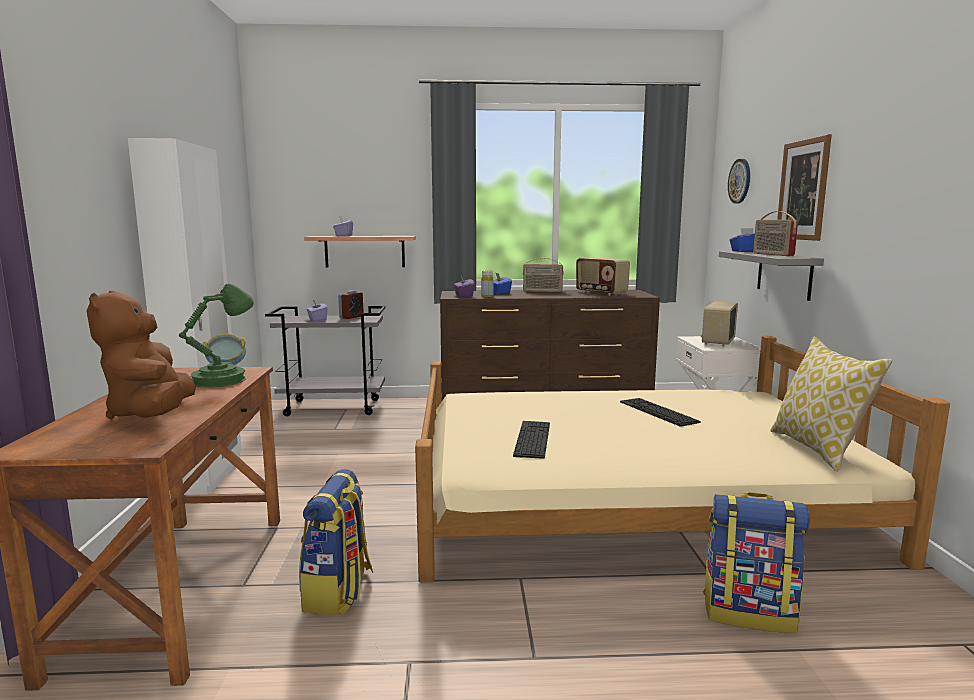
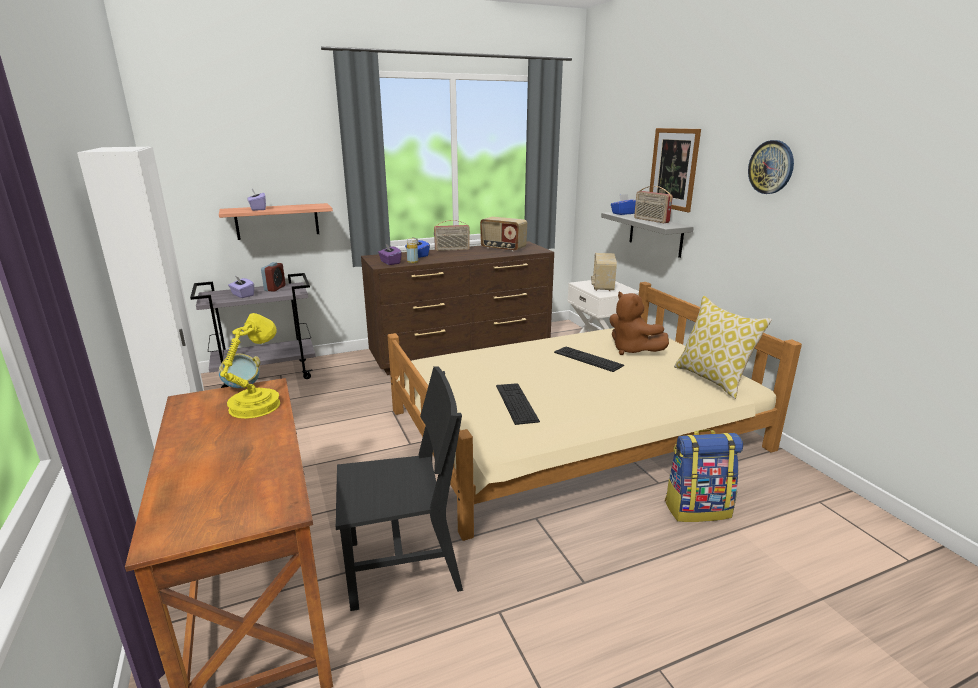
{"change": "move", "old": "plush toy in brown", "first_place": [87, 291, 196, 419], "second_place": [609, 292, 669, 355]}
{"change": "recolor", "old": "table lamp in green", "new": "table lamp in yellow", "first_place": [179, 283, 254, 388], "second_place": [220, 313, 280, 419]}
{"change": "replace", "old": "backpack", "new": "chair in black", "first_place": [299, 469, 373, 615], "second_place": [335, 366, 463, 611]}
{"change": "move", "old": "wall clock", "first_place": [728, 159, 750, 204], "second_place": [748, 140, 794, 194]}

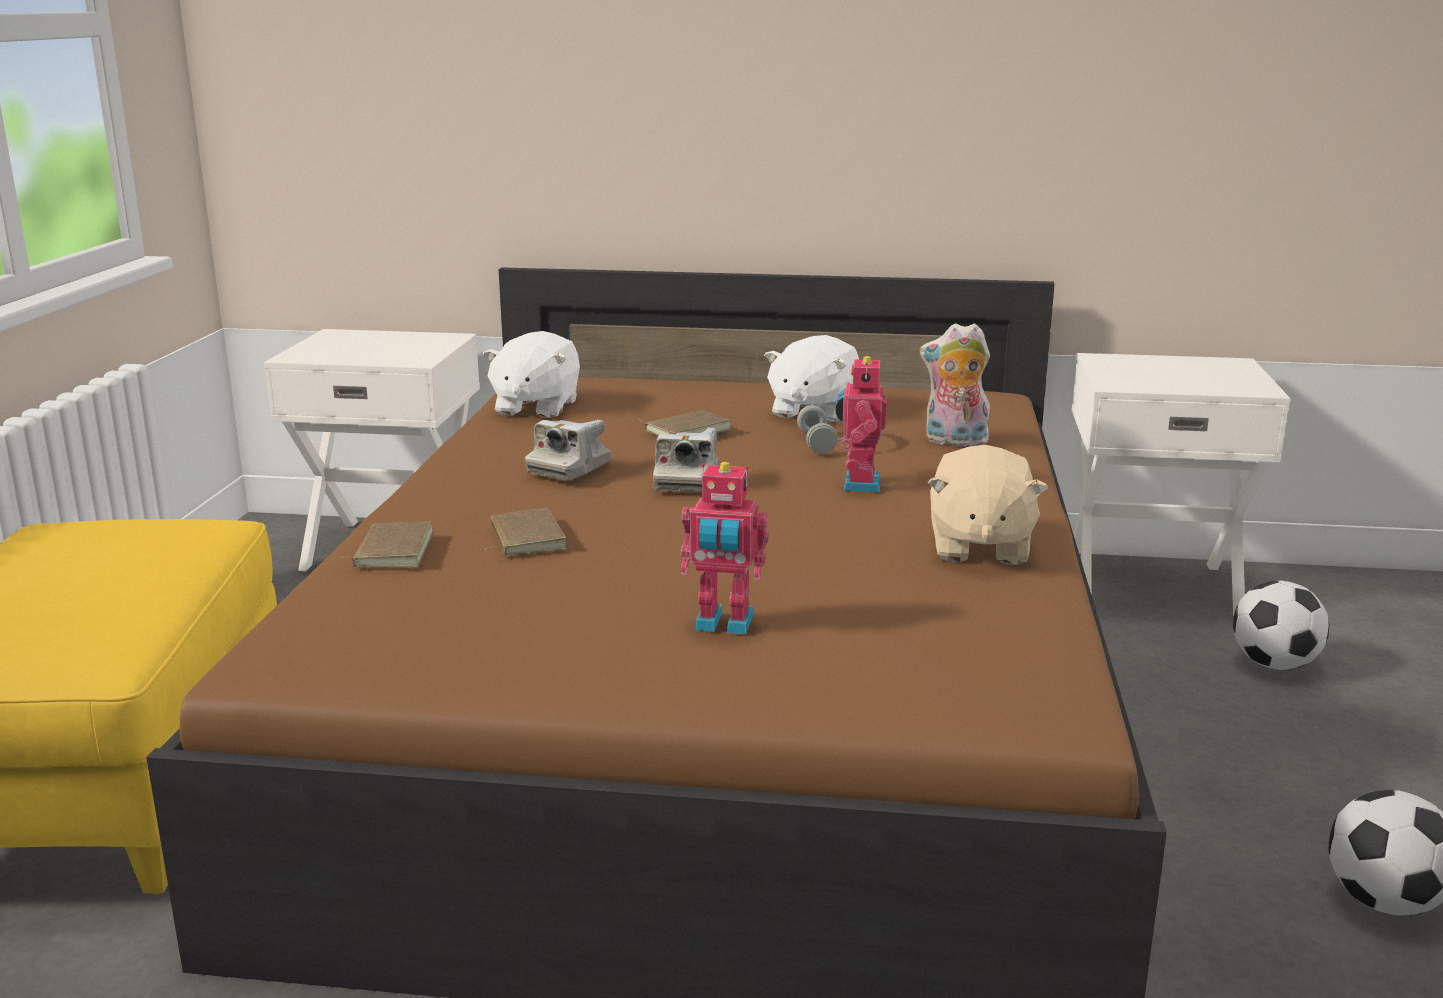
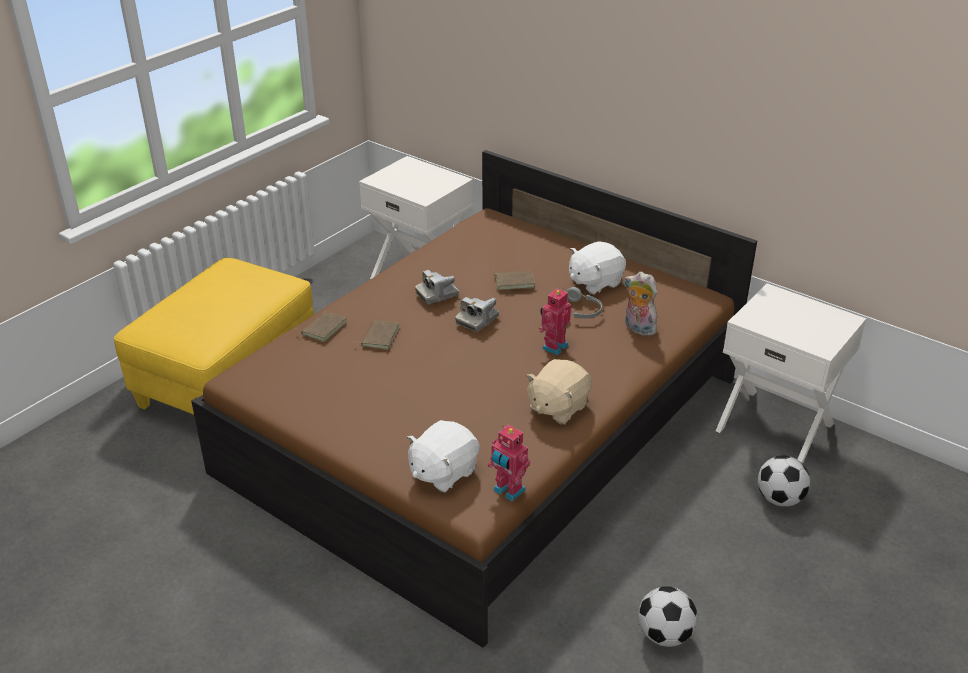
{"change": "move", "old": "plush toy in white", "first_place": [483, 331, 580, 418], "second_place": [407, 420, 480, 493]}
{"change": "move", "old": "toy robot", "first_place": [681, 462, 769, 635], "second_place": [488, 425, 530, 501]}

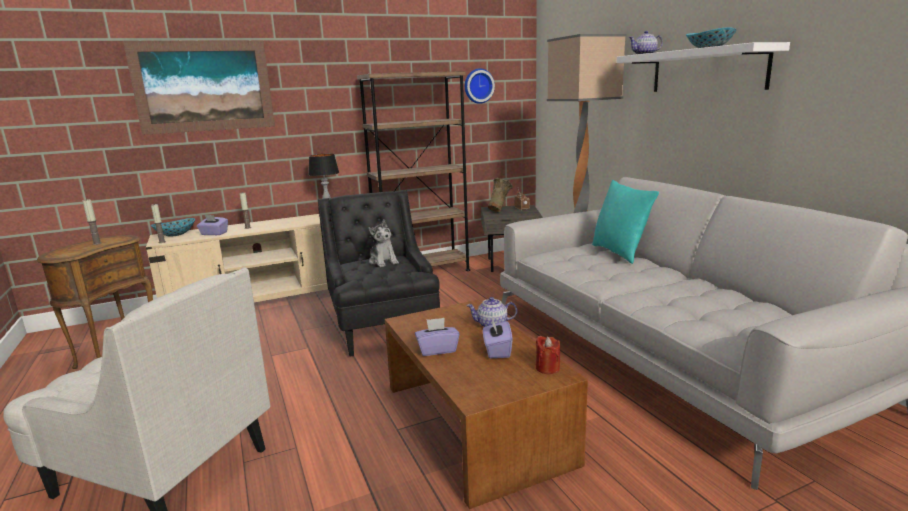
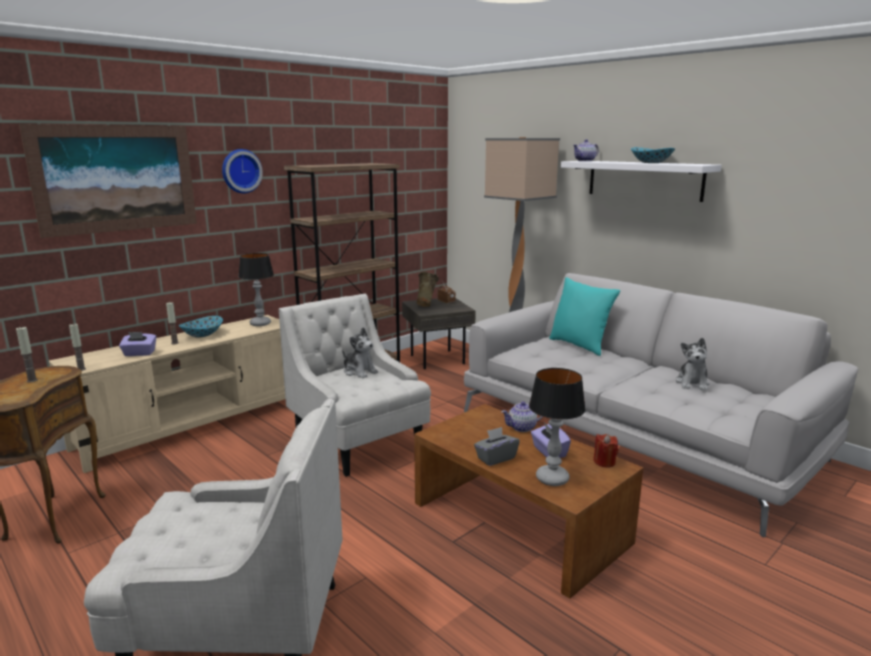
{"change": "move", "old": "bowl", "first_place": [151, 218, 195, 237], "second_place": [179, 316, 223, 337]}
{"change": "recolor", "old": "armchair in black", "new": "armchair in white", "first_place": [318, 191, 440, 357], "second_place": [279, 294, 431, 477]}
{"change": "recolor", "old": "tissue box in purple", "new": "tissue box in grey", "first_place": [415, 318, 460, 356], "second_place": [474, 427, 520, 466]}
{"change": "move", "old": "wall clock", "first_place": [465, 68, 495, 104], "second_place": [222, 149, 263, 193]}
{"change": "insert", "new": "table lamp", "second_place": [529, 368, 586, 486]}
{"change": "insert", "new": "plush toy", "second_place": [676, 338, 709, 391]}

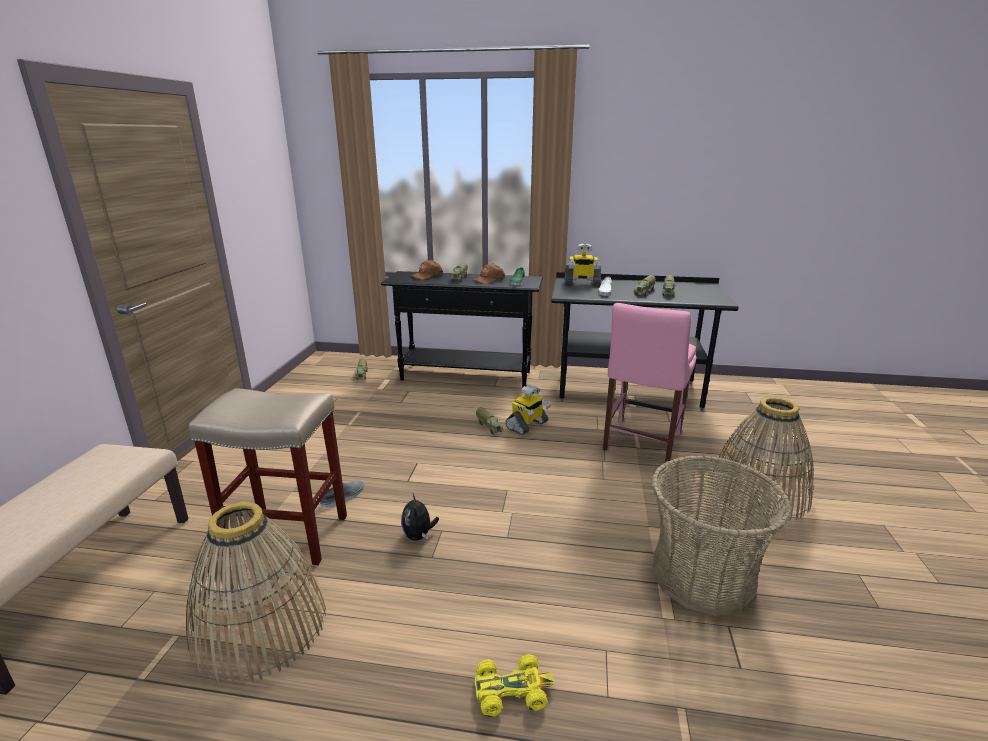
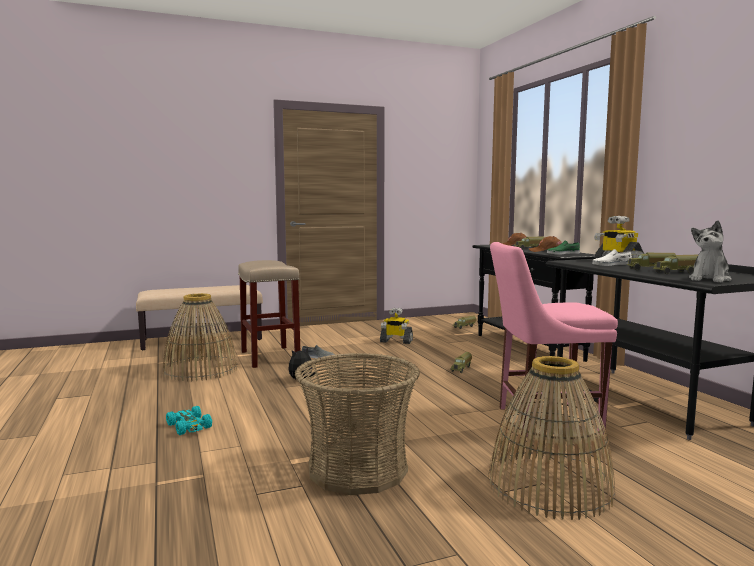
{"change": "recolor", "old": "toy car in yellow", "new": "toy car in turquoise", "first_place": [475, 654, 554, 717], "second_place": [166, 406, 212, 435]}
{"change": "move", "old": "toy robot", "first_place": [505, 385, 551, 435], "second_place": [380, 308, 413, 344]}
{"change": "insert", "new": "plush toy", "second_place": [689, 221, 732, 283]}

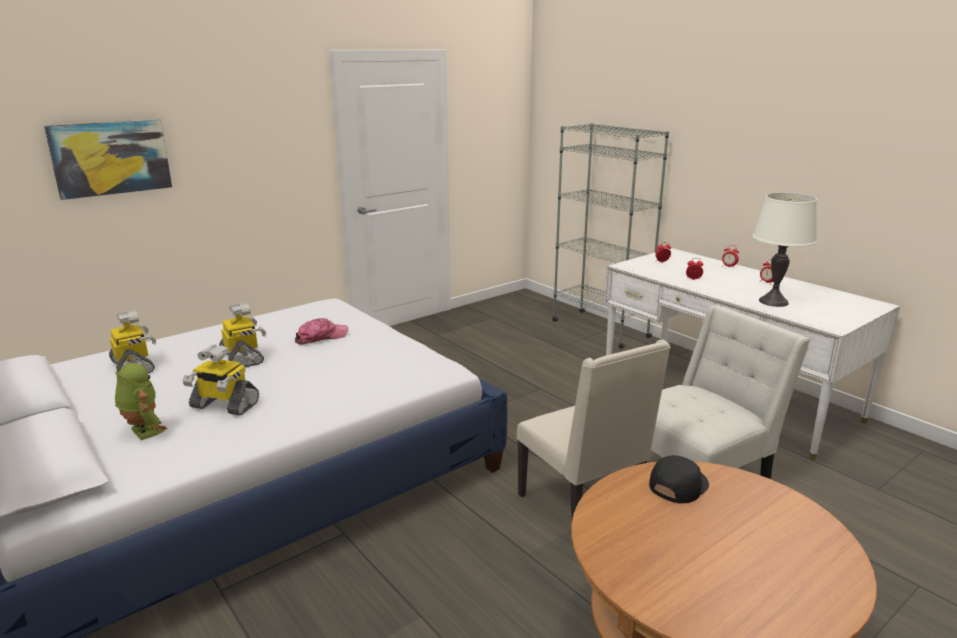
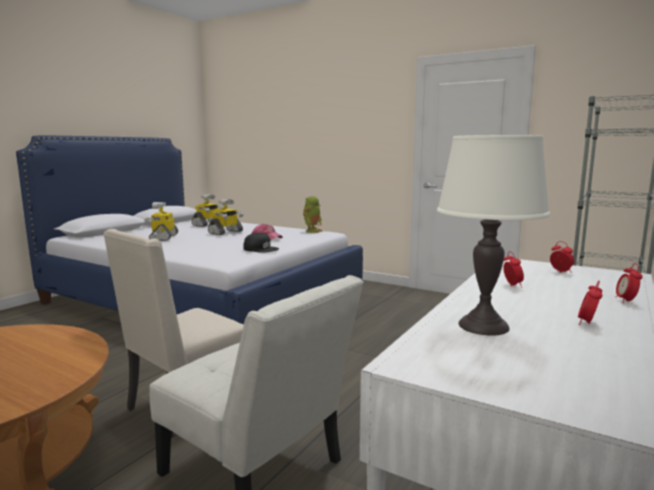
{"change": "delete", "old": "picture", "first_place": [44, 119, 172, 200]}
{"change": "move", "old": "toy robot", "first_place": [115, 363, 167, 440], "second_place": [303, 196, 323, 233]}
{"change": "move", "old": "cap in black", "first_place": [649, 455, 709, 503], "second_place": [243, 233, 279, 253]}

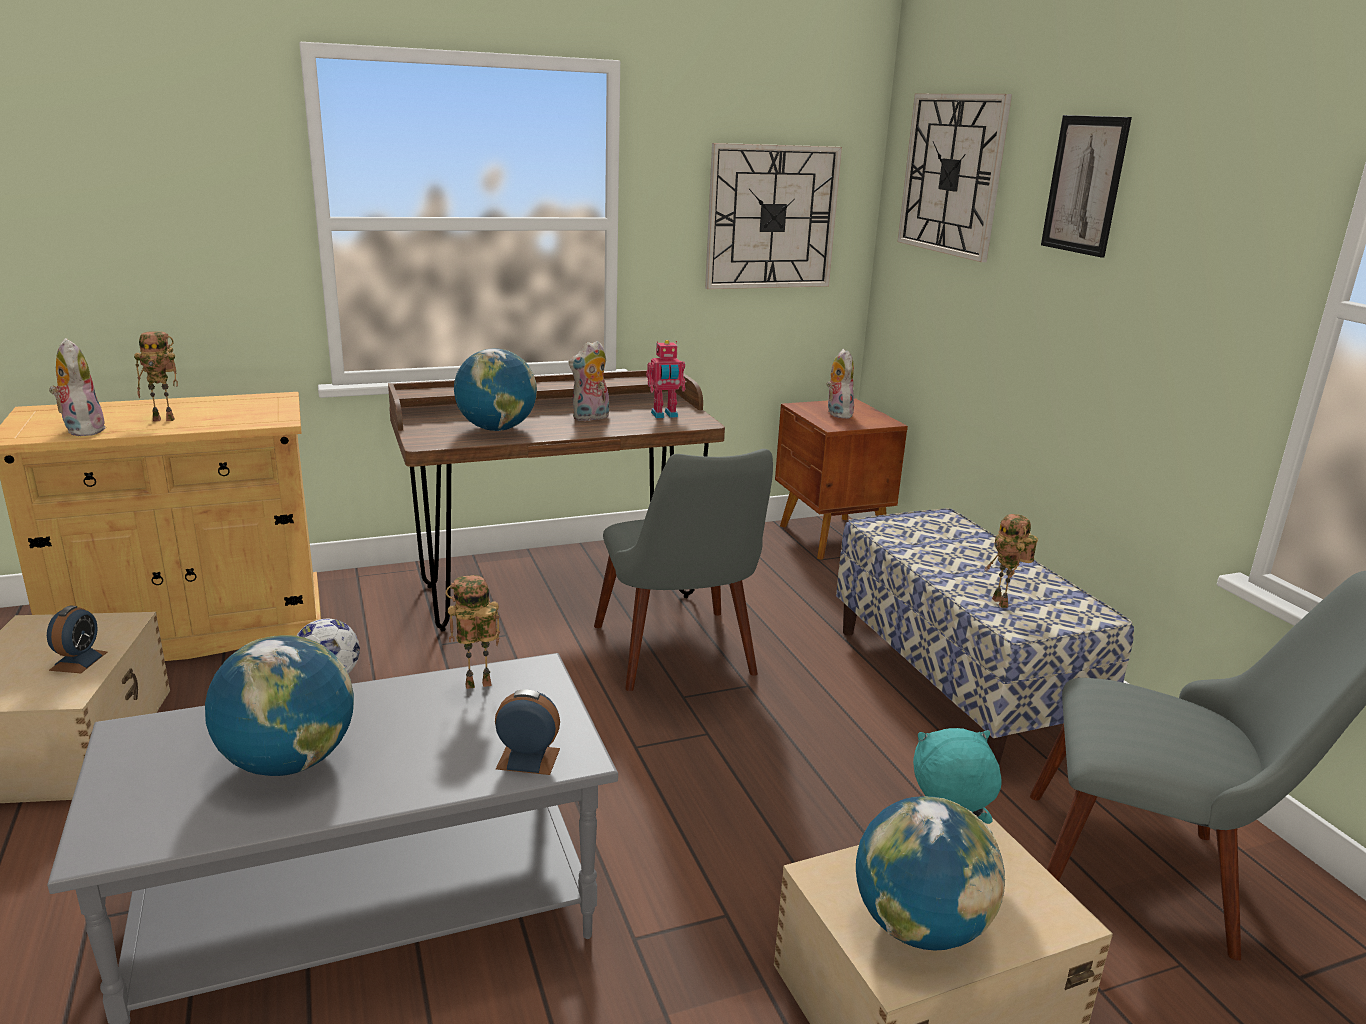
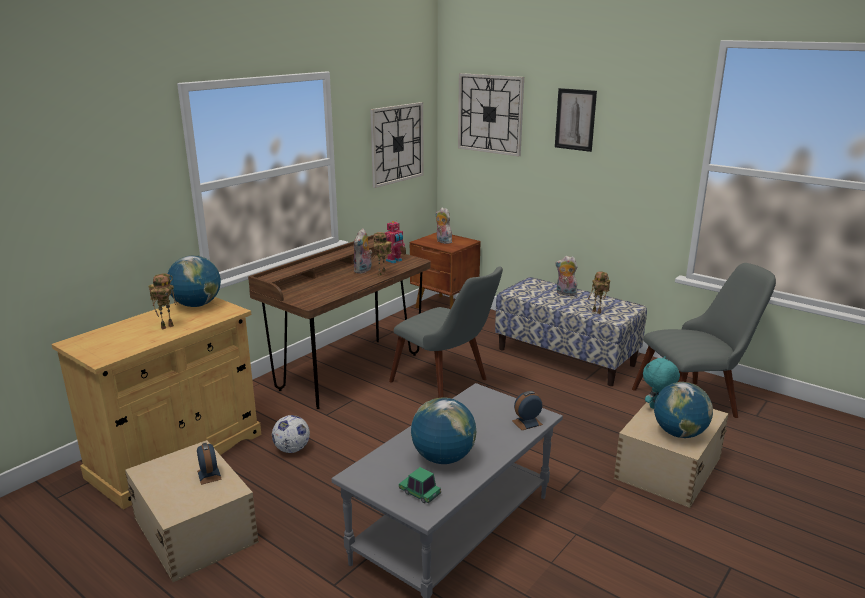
{"change": "move", "old": "plush toy", "first_place": [49, 338, 106, 436], "second_place": [555, 256, 578, 296]}
{"change": "move", "old": "toy robot", "first_place": [446, 575, 500, 689], "second_place": [372, 232, 392, 276]}
{"change": "move", "old": "globe", "first_place": [454, 348, 537, 431], "second_place": [167, 255, 221, 307]}
{"change": "insert", "new": "toy car", "second_place": [399, 467, 441, 503]}

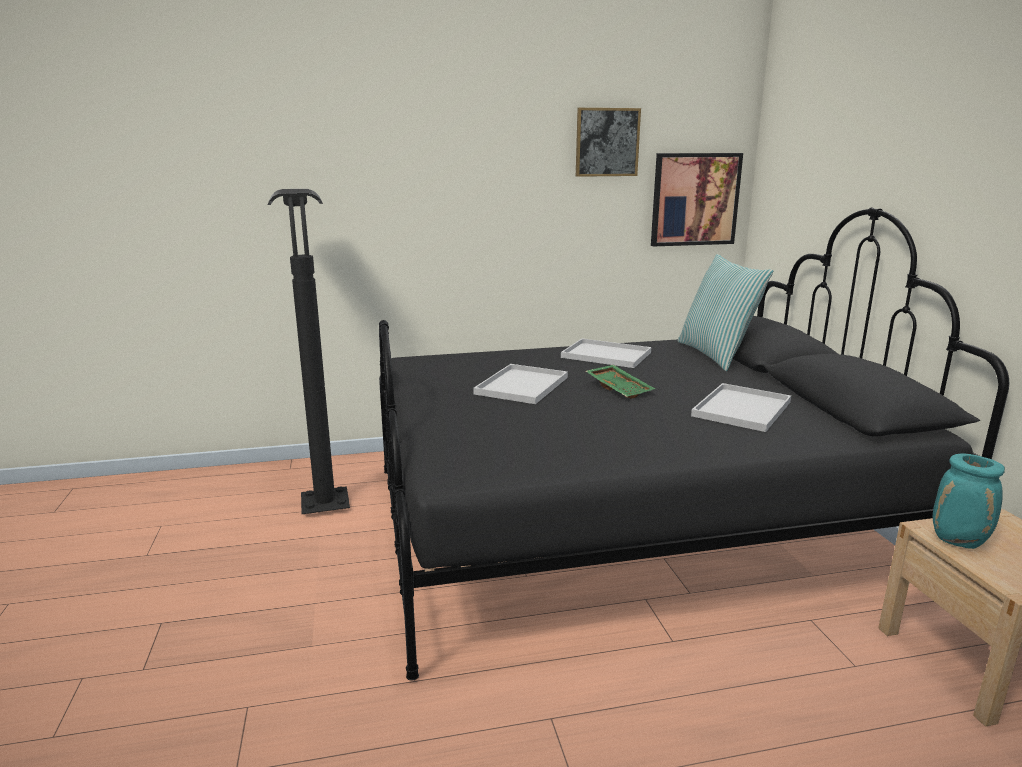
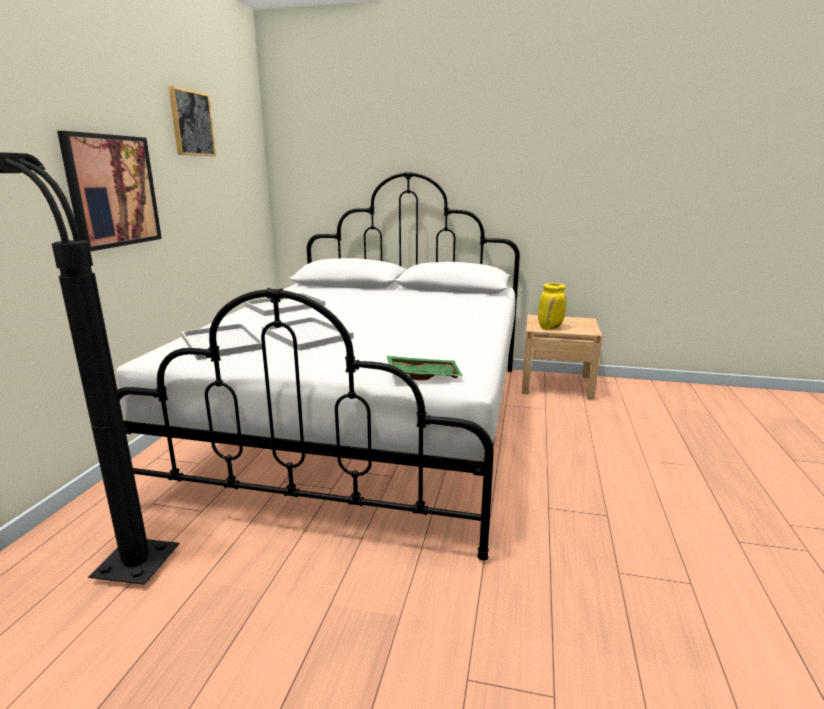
{"change": "recolor", "old": "bed in black", "new": "bed in white", "first_place": [379, 208, 1009, 681], "second_place": [116, 172, 520, 561]}
{"change": "move", "old": "tray in green", "first_place": [586, 365, 656, 399], "second_place": [387, 356, 463, 380]}
{"change": "move", "old": "picture", "first_place": [651, 153, 743, 246], "second_place": [57, 131, 162, 252]}
{"change": "delete", "old": "pillow", "first_place": [678, 254, 773, 371]}
{"change": "move", "old": "tray in white", "first_place": [691, 383, 791, 432], "second_place": [181, 323, 262, 360]}
{"change": "recolor", "old": "vase in turquoise", "new": "vase in yellow", "first_place": [933, 453, 1005, 549], "second_place": [538, 283, 566, 330]}

